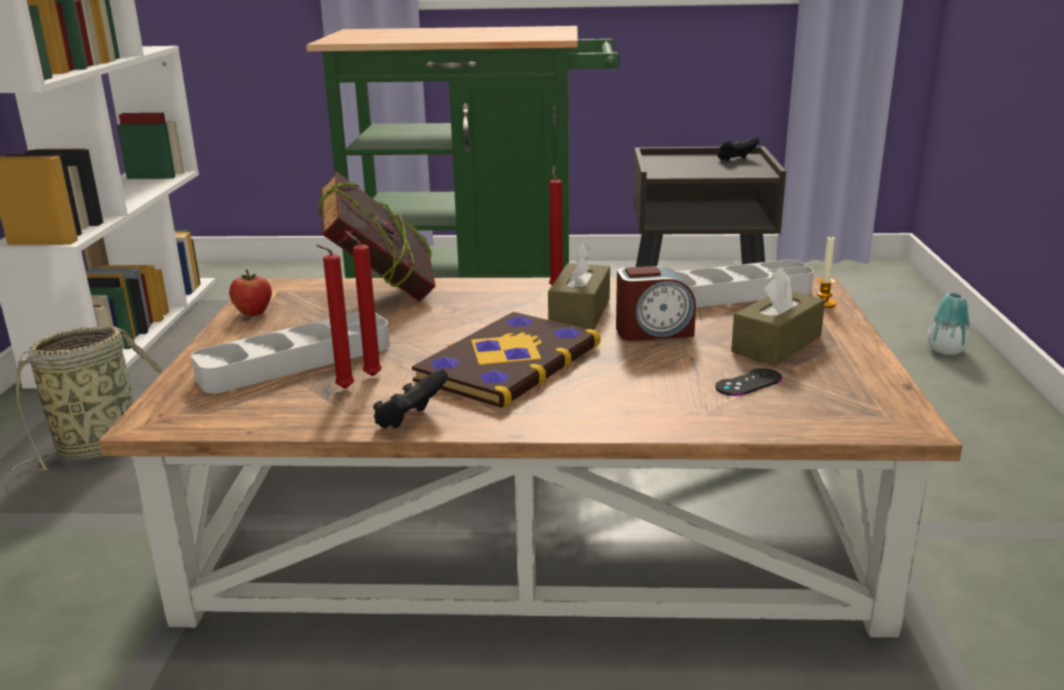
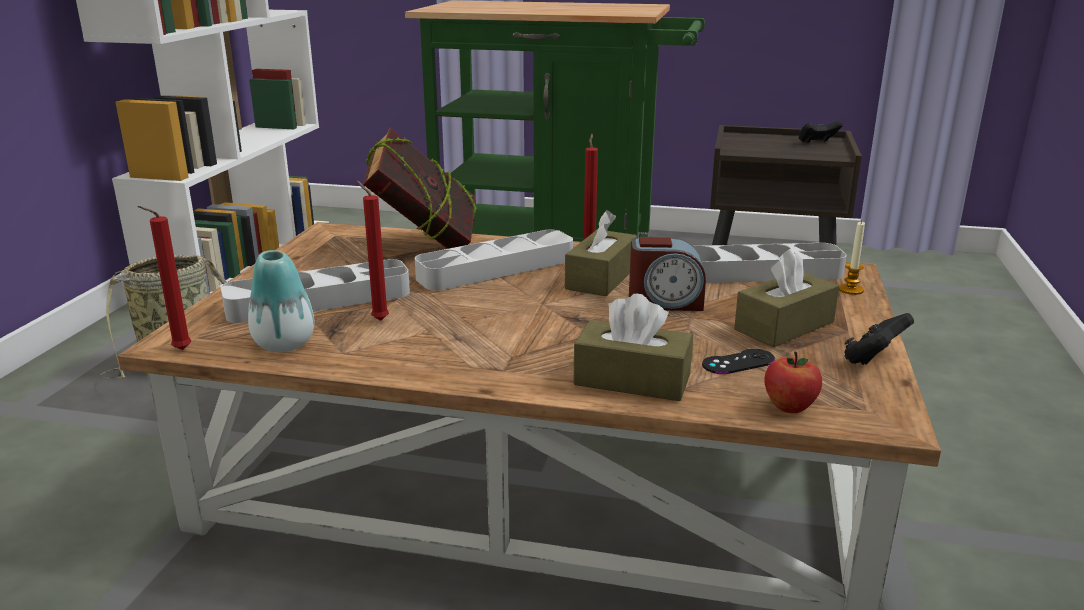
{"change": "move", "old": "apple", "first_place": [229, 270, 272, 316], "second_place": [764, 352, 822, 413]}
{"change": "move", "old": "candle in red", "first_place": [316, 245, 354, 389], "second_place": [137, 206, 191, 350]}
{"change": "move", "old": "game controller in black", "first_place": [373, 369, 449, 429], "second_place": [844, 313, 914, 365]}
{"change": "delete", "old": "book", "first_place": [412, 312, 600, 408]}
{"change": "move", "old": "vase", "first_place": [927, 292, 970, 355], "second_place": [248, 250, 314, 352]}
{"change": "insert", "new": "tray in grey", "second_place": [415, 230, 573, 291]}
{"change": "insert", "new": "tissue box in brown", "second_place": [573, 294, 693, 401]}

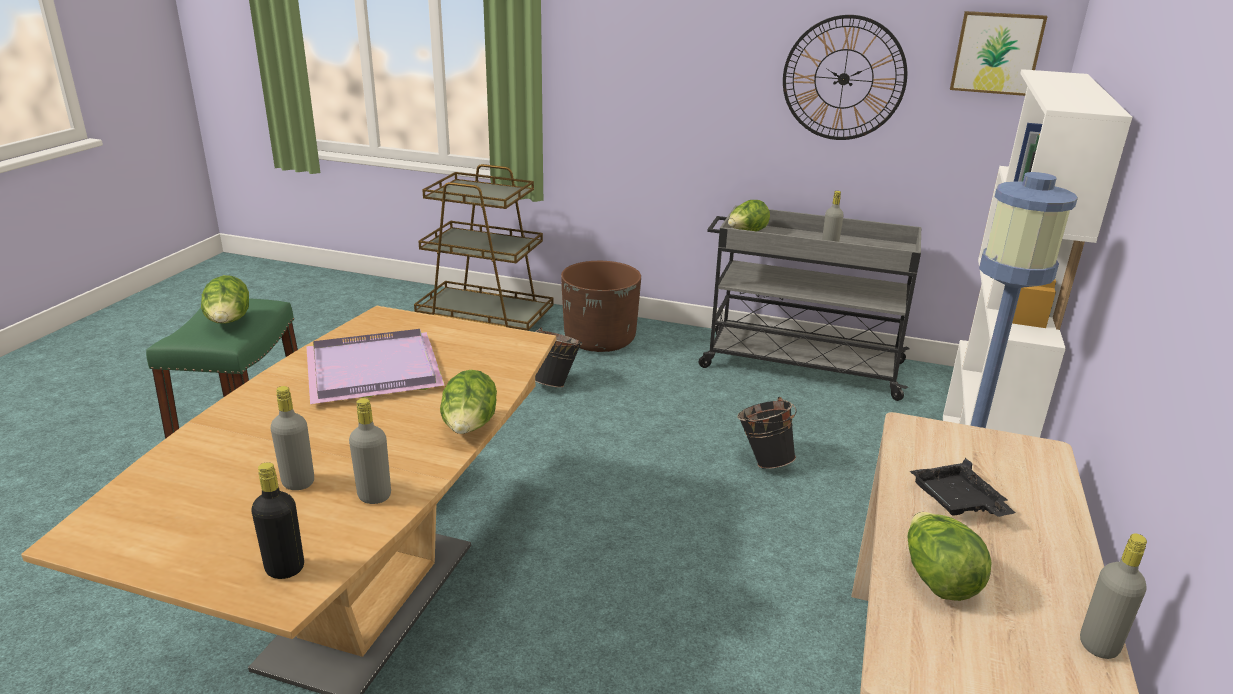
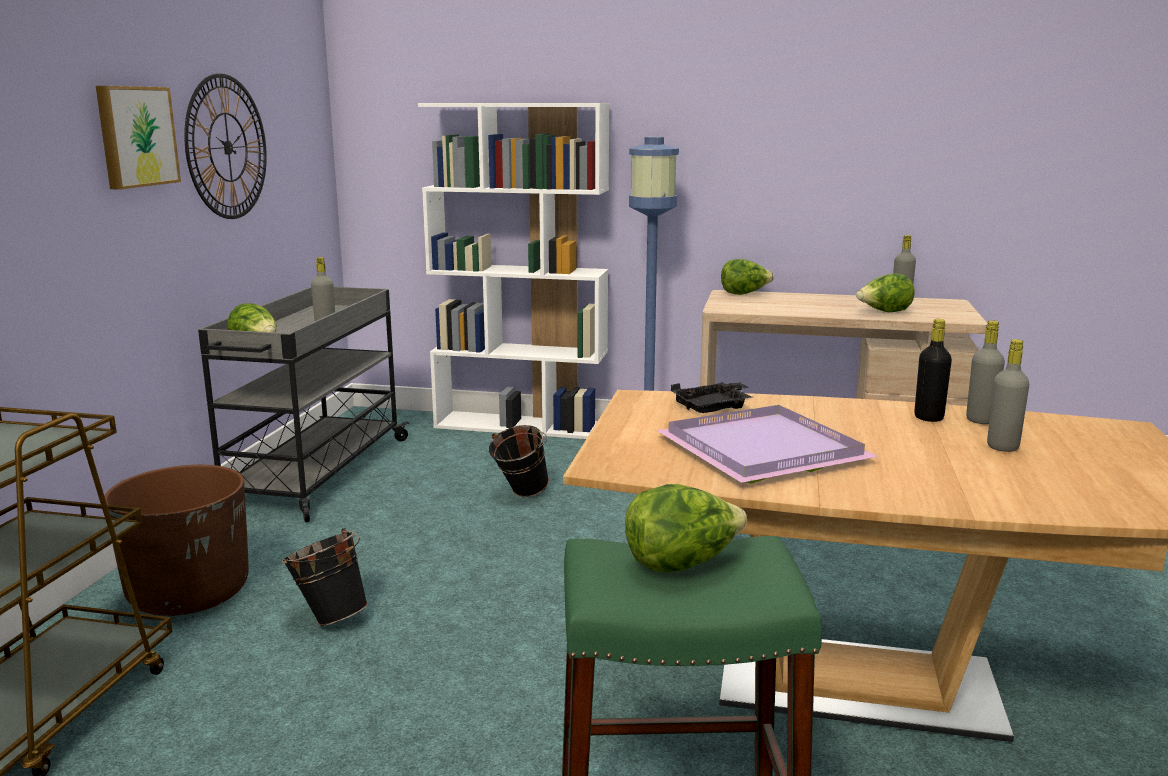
{"change": "move", "old": "bottle in black", "first_place": [251, 462, 304, 579], "second_place": [914, 319, 952, 422]}
{"change": "move", "old": "lettuce", "first_place": [440, 370, 497, 434], "second_place": [721, 259, 774, 295]}
{"change": "move", "old": "tray in black", "first_place": [910, 458, 1016, 517], "second_place": [671, 382, 752, 413]}
{"change": "move", "old": "picture", "first_place": [950, 11, 1048, 96], "second_place": [96, 86, 181, 190]}

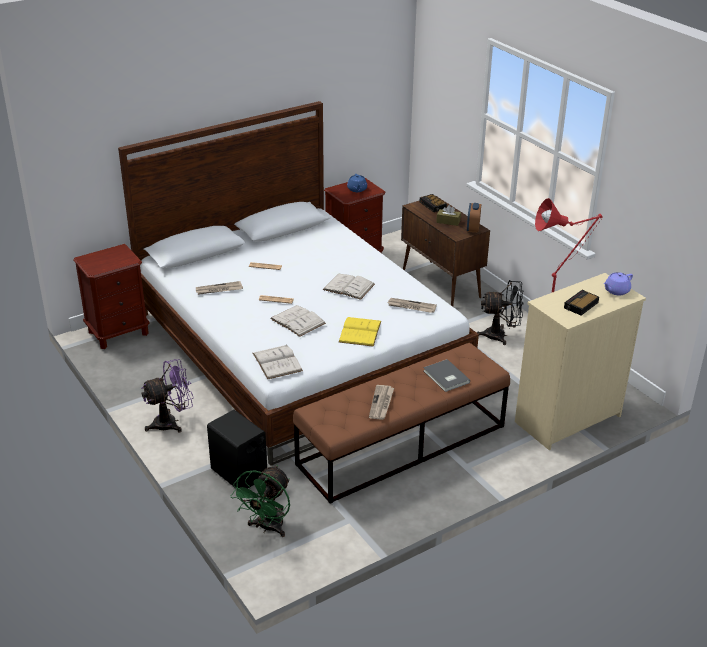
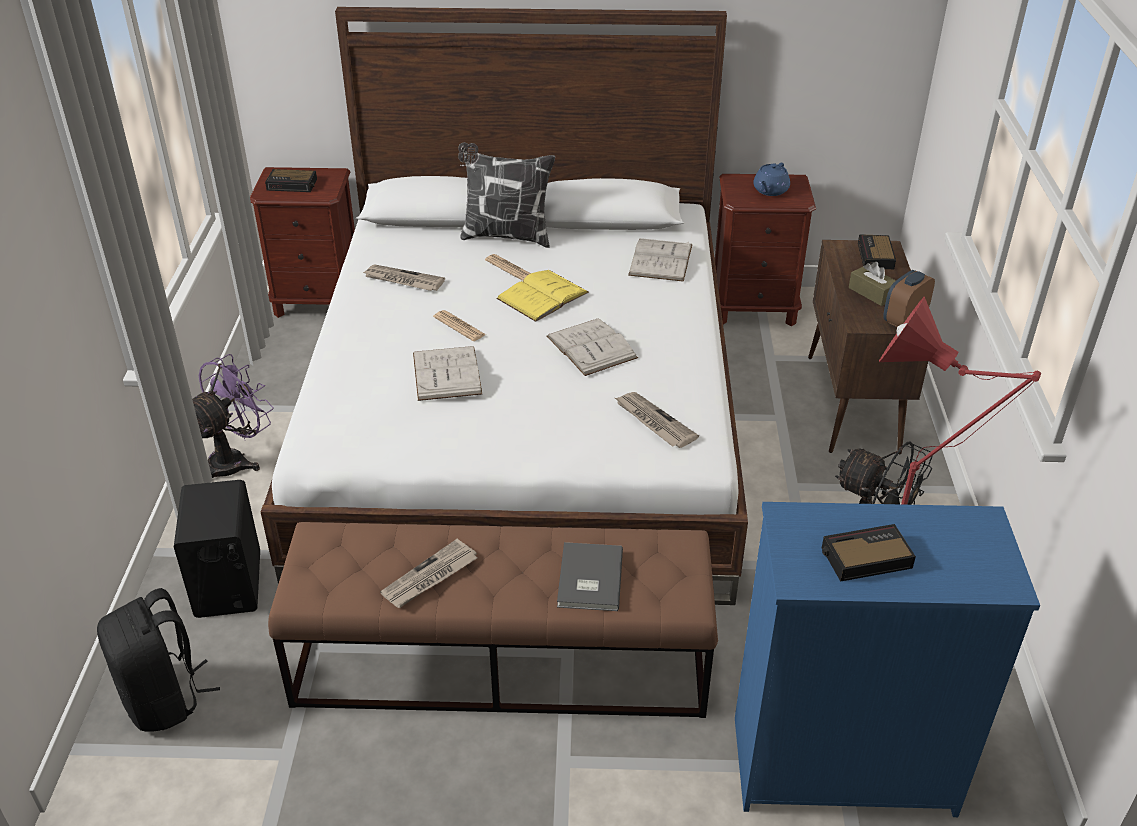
{"change": "rotate", "old": "fan in purple", "first_place": [142, 359, 194, 432], "second_place": [192, 354, 274, 478], "degrees": -60}
{"change": "replace", "old": "fan in green", "new": "backpack in black", "first_place": [231, 465, 290, 537], "second_place": [97, 588, 220, 732]}
{"change": "move", "old": "book in white", "first_place": [253, 344, 303, 379], "second_place": [628, 238, 693, 282]}
{"change": "move", "old": "book in yellow", "first_place": [339, 317, 381, 347], "second_place": [496, 270, 589, 322]}
{"change": "recolor", "old": "dresser in beige", "new": "dresser in blue", "first_place": [515, 273, 646, 450], "second_place": [735, 502, 1040, 817]}
{"change": "delete", "old": "teapot in purple", "first_place": [604, 272, 633, 295]}
{"change": "insert", "new": "alarm clock", "second_place": [265, 169, 317, 192]}
{"change": "insert", "new": "pillow", "second_place": [458, 142, 555, 248]}

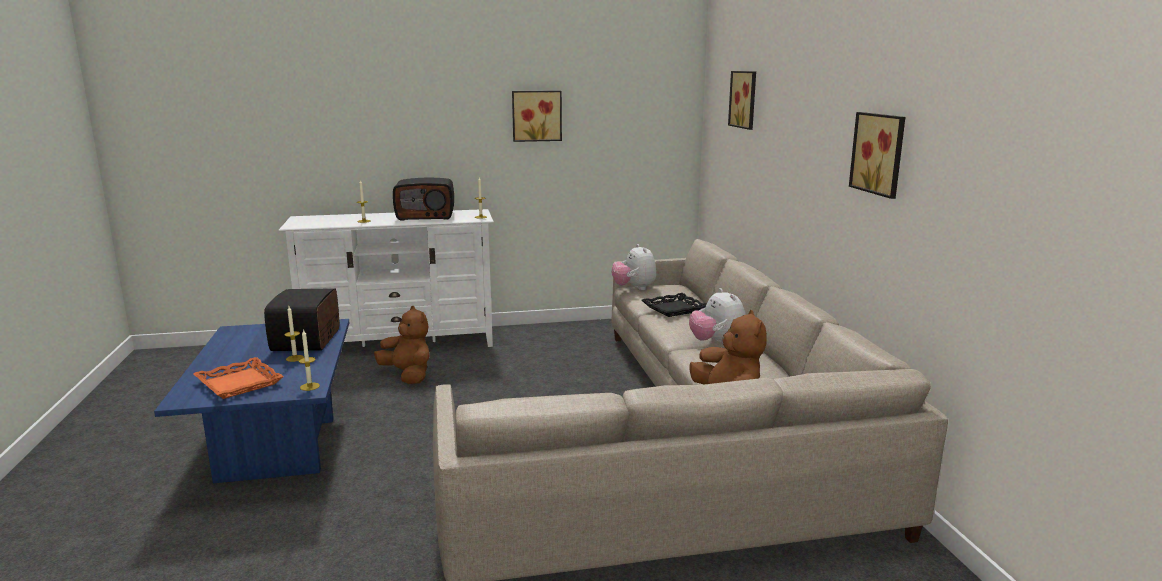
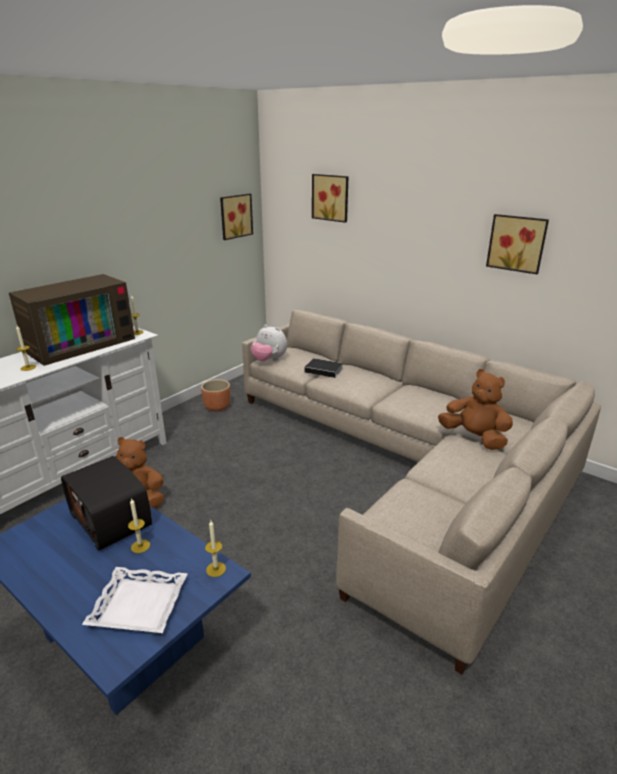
{"change": "recolor", "old": "tray in orange", "new": "tray in white", "first_place": [193, 357, 284, 399], "second_place": [82, 567, 188, 633]}
{"change": "replace", "old": "radio", "new": "television", "first_place": [393, 178, 454, 221], "second_place": [9, 274, 135, 366]}
{"change": "move", "old": "picture", "first_place": [512, 91, 562, 142], "second_place": [220, 193, 253, 240]}
{"change": "replace", "old": "tray in black", "new": "book", "first_place": [642, 293, 706, 317], "second_place": [304, 358, 343, 378]}
{"change": "delete", "old": "plush toy", "first_place": [689, 288, 746, 344]}
{"change": "insert", "new": "planter in brown", "second_place": [201, 379, 231, 411]}

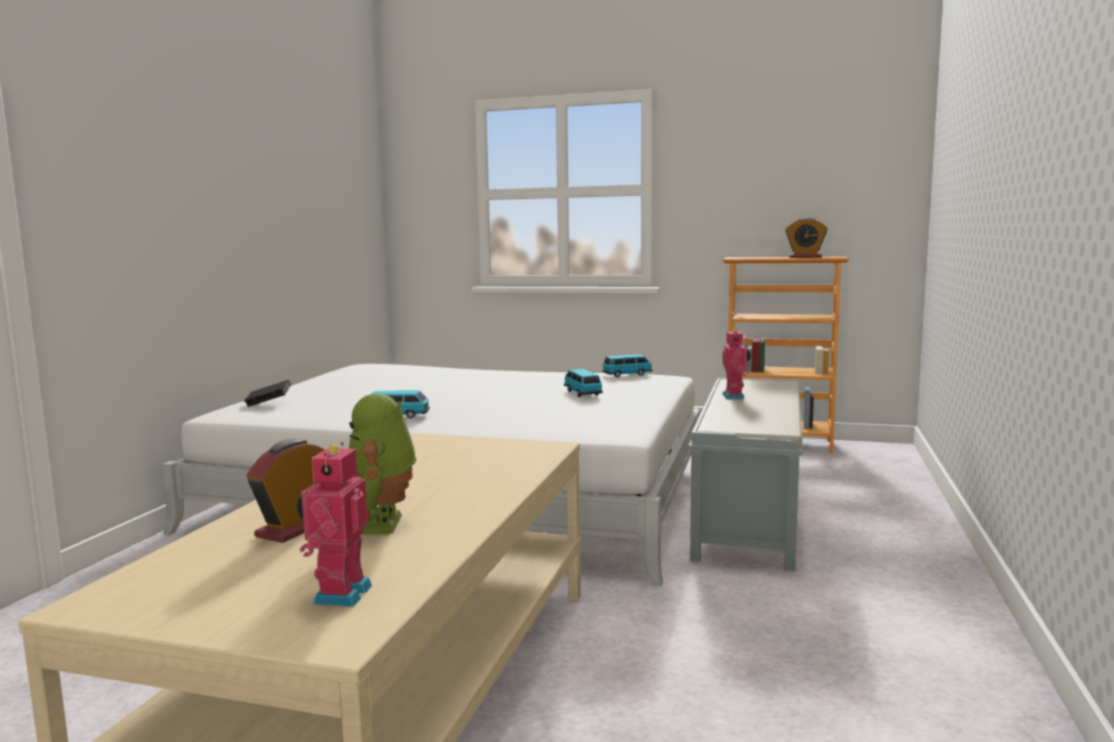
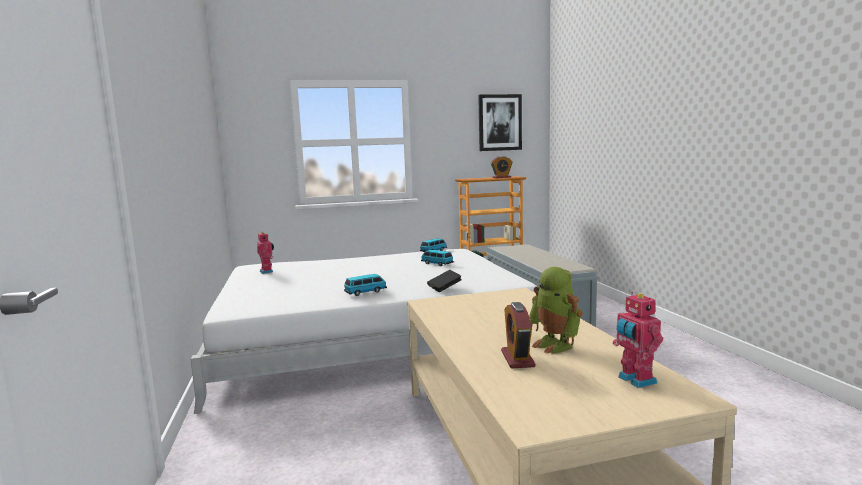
{"change": "move", "old": "book in black", "first_place": [244, 380, 291, 407], "second_place": [427, 270, 462, 292]}
{"change": "move", "old": "toy robot", "first_place": [722, 329, 751, 399], "second_place": [257, 232, 274, 274]}
{"change": "insert", "new": "picture", "second_place": [478, 94, 522, 151]}

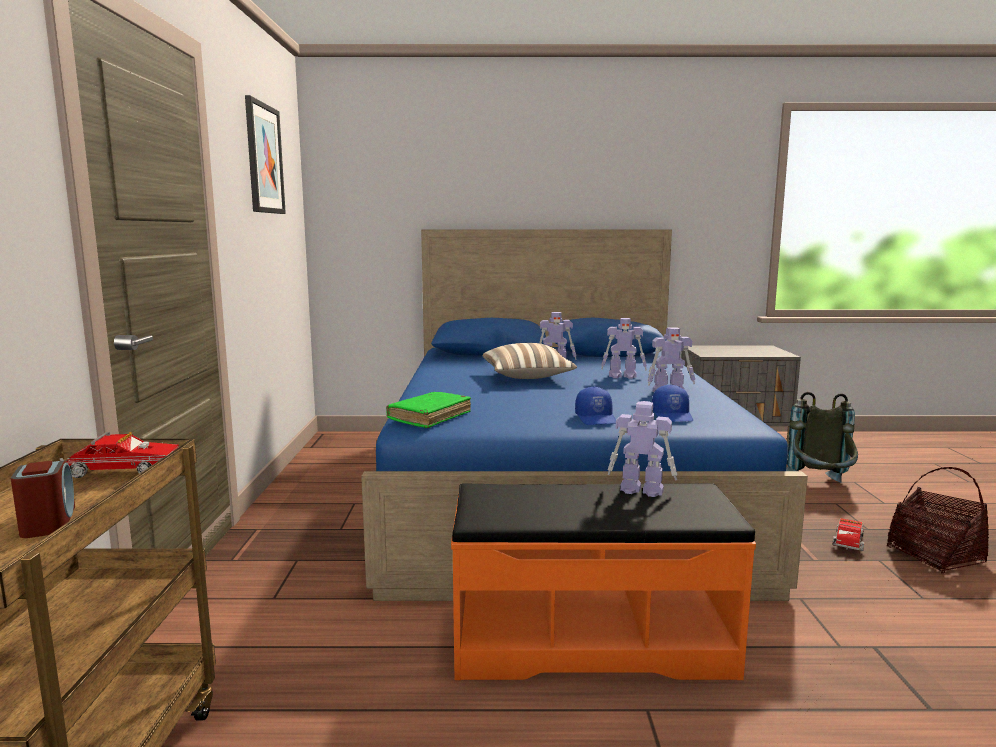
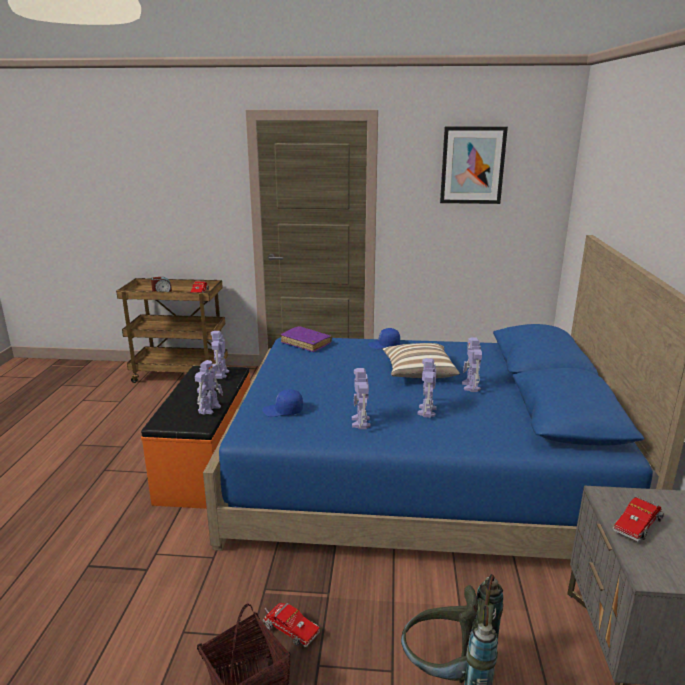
{"change": "recolor", "old": "book in green", "new": "book in purple", "first_place": [386, 392, 471, 428], "second_place": [281, 326, 332, 352]}
{"change": "move", "old": "cap in blue", "first_place": [575, 387, 616, 425], "second_place": [368, 328, 400, 349]}
{"change": "insert", "new": "toy robot", "second_place": [211, 331, 229, 379]}
{"change": "insert", "new": "toy truck", "second_place": [613, 496, 664, 542]}

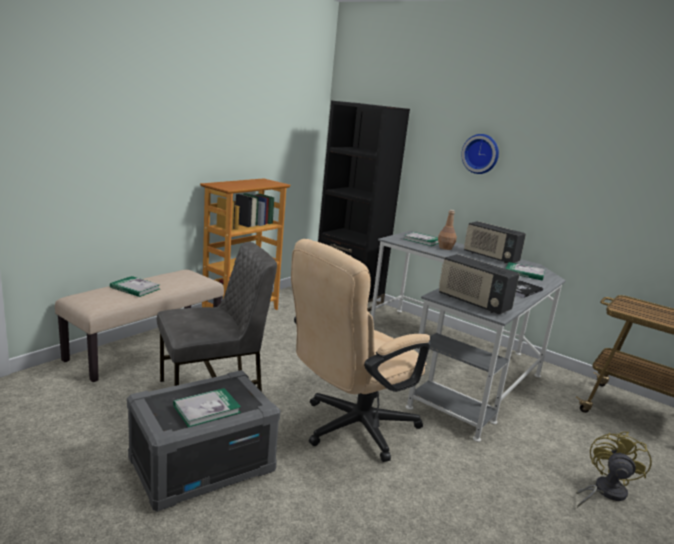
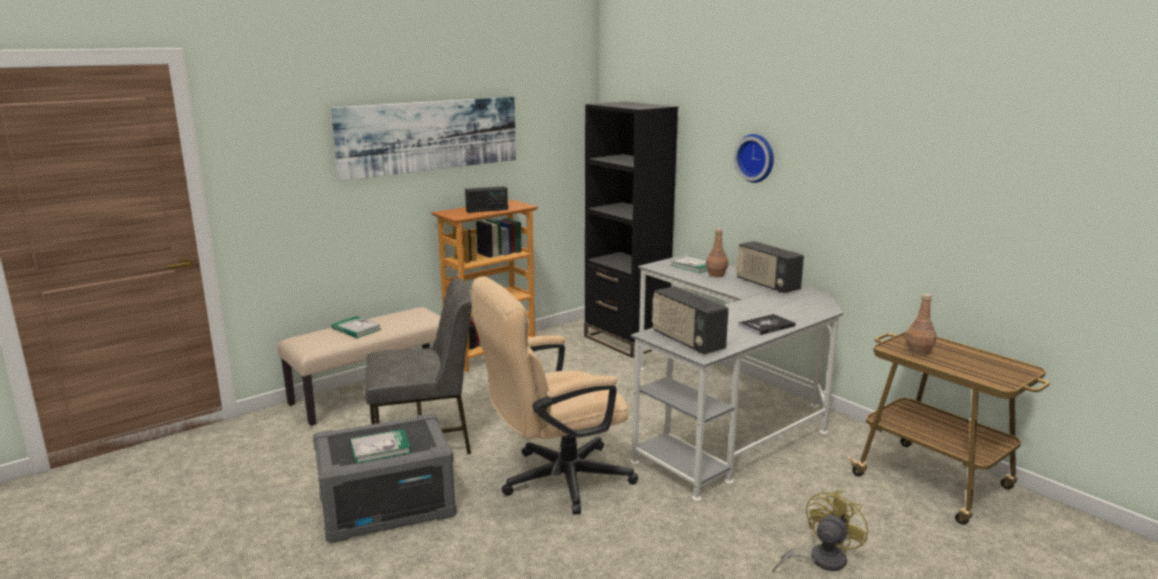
{"change": "delete", "old": "book", "first_place": [506, 262, 545, 281]}
{"change": "insert", "new": "picture", "second_place": [331, 97, 516, 181]}
{"change": "insert", "new": "radio", "second_place": [465, 186, 508, 213]}
{"change": "insert", "new": "bottle in brown", "second_place": [905, 294, 937, 356]}

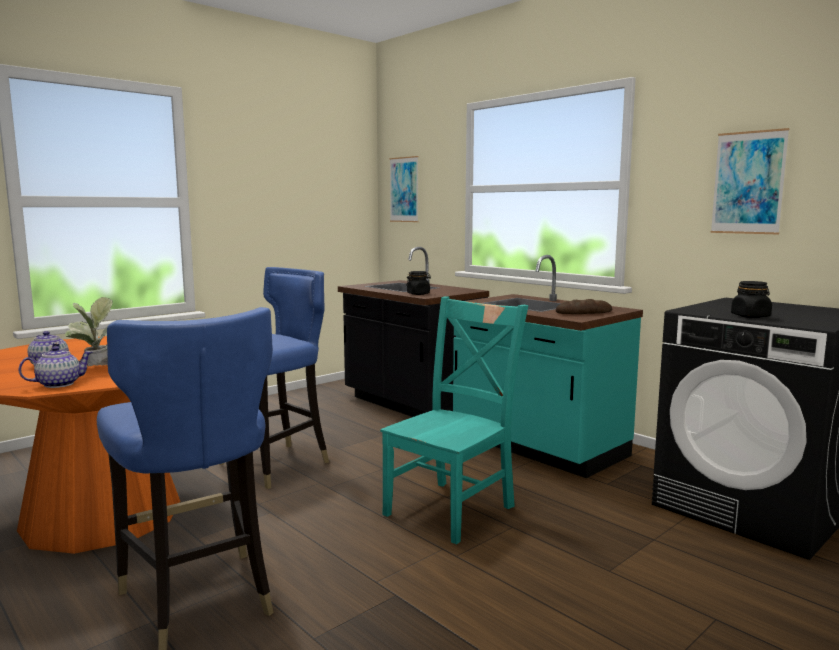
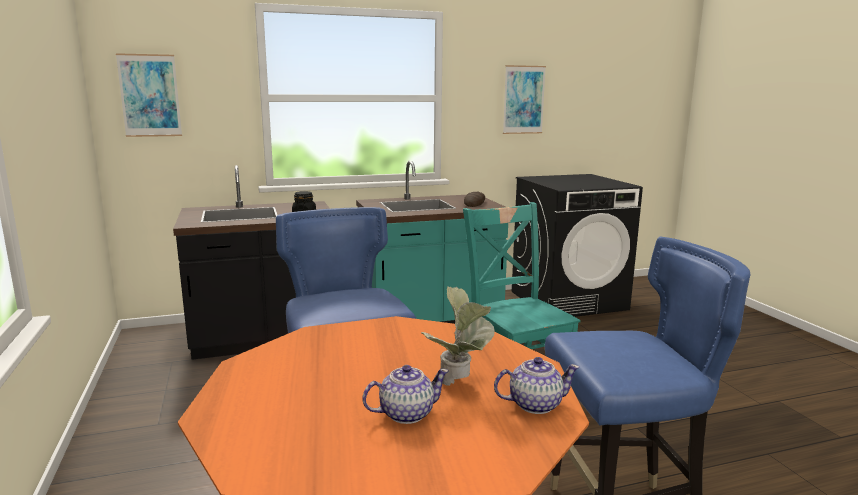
{"change": "rotate", "old": "teapot", "first_place": [18, 346, 93, 388], "second_place": [494, 357, 580, 414], "degrees": 90}
{"change": "delete", "old": "jar in black", "first_place": [731, 281, 772, 318]}

